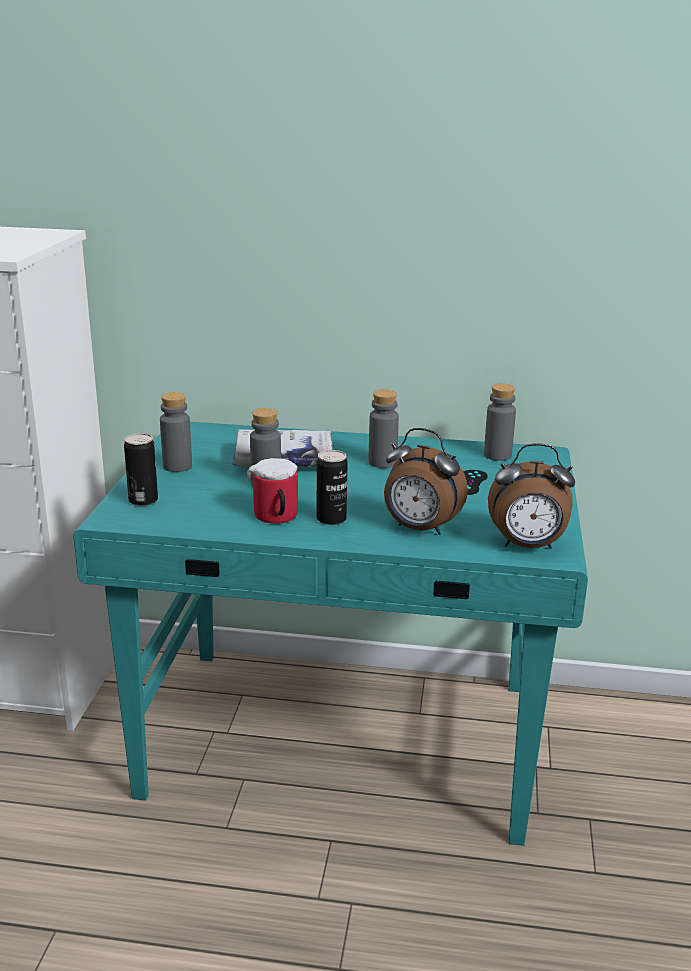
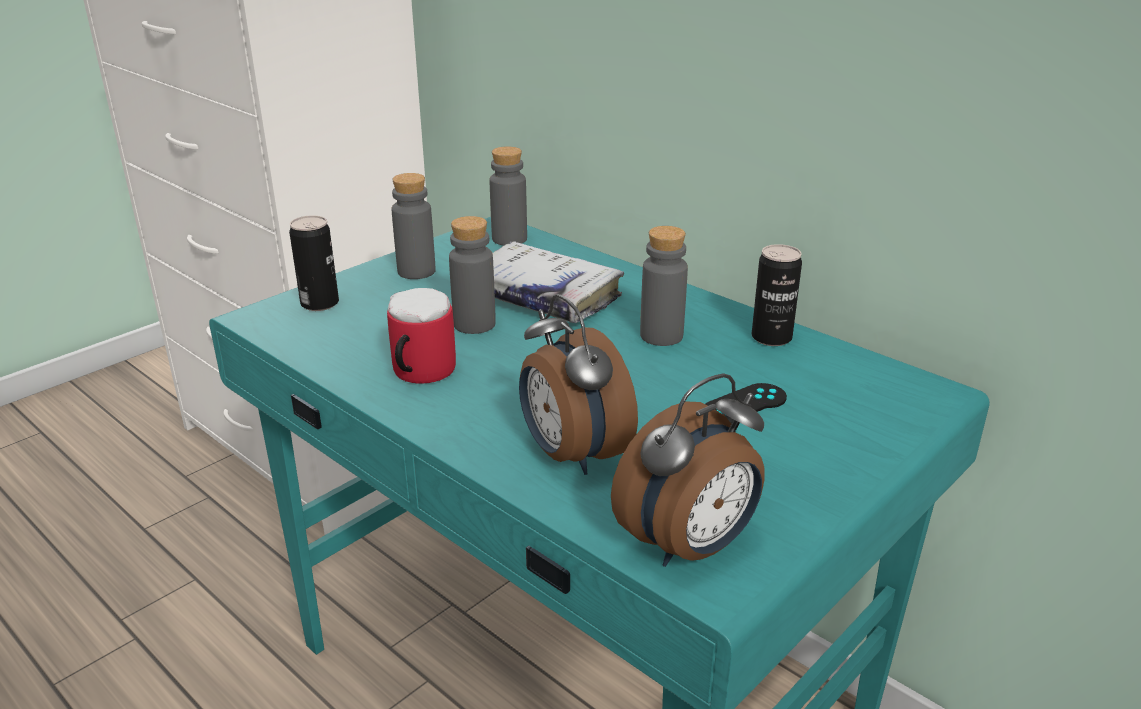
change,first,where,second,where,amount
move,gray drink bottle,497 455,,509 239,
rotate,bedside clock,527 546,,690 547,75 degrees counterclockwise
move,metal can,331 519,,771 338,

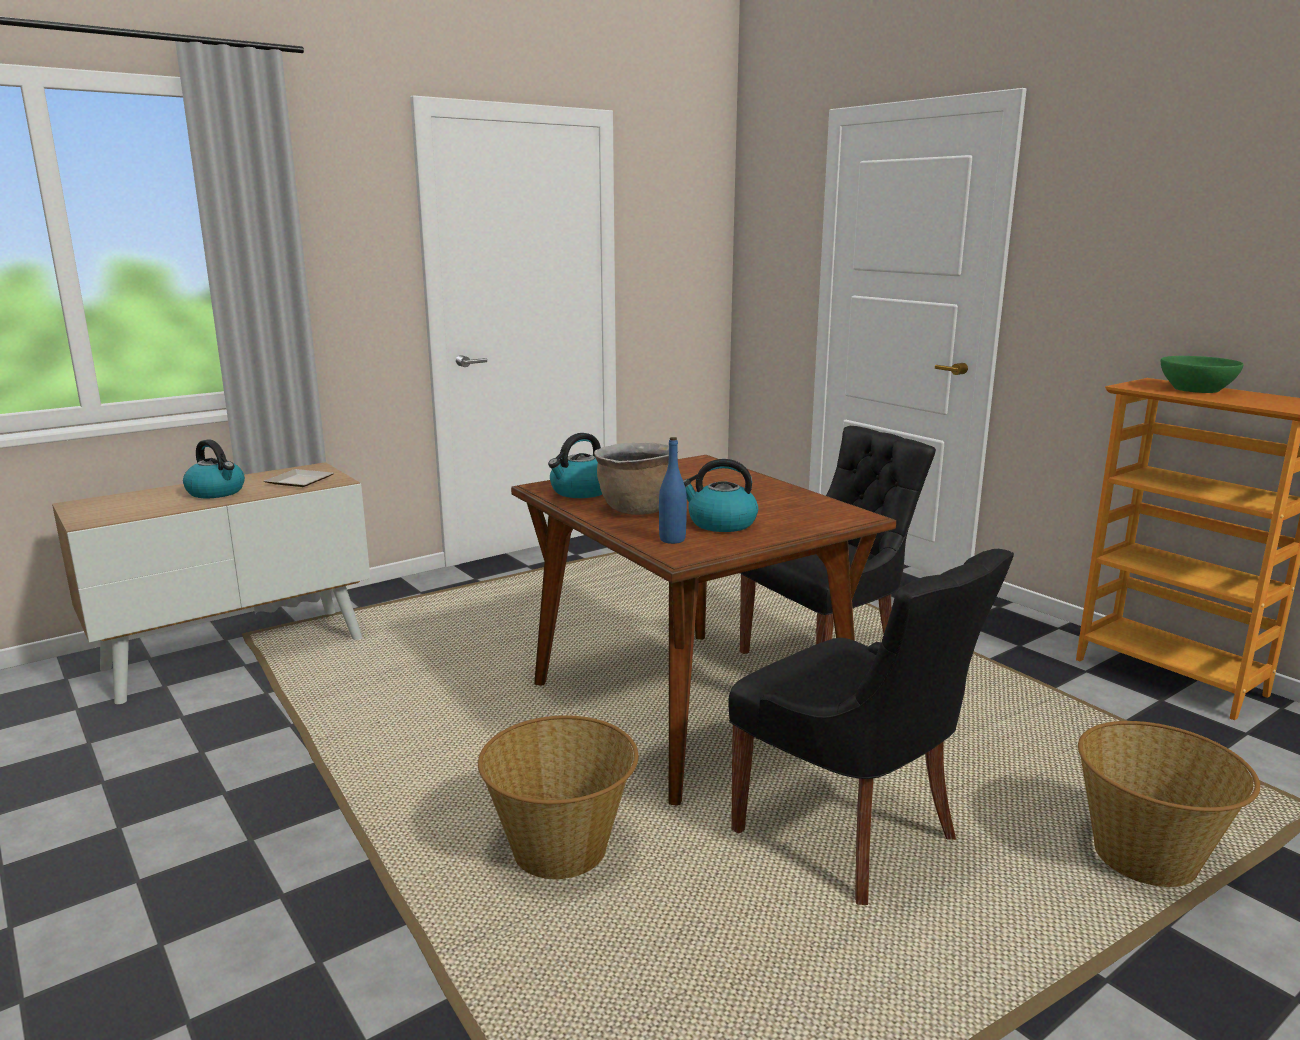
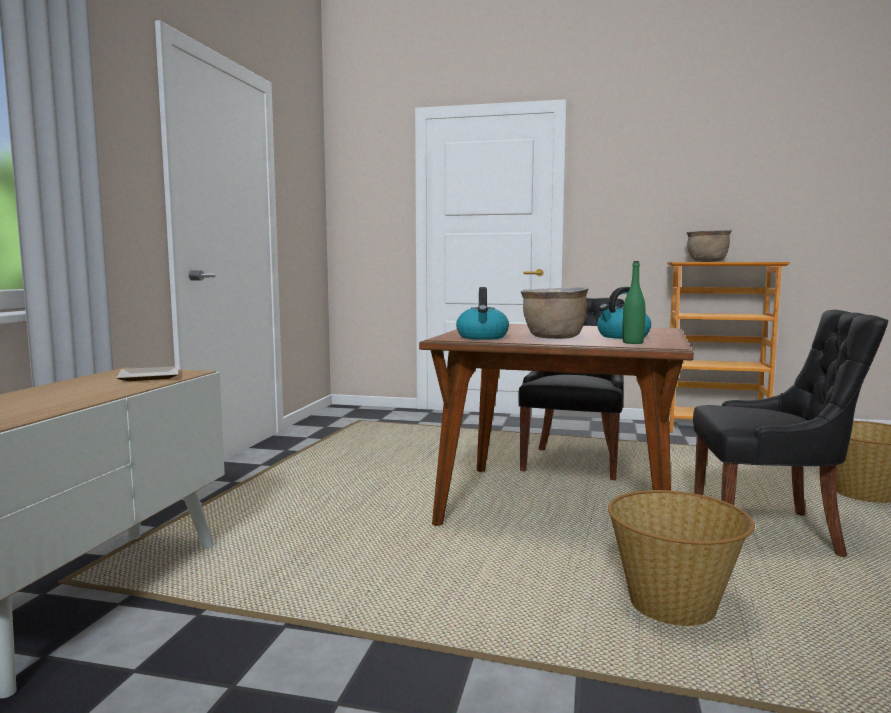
change,first,where,second,where,amount
recolor,blue-coloured drink bottle,672 540,greenish drink bottle,633 343,
replace,greenish deep dish,1196 389,brown cooking pot,707 261,
delete,water kettle,217 492,,,

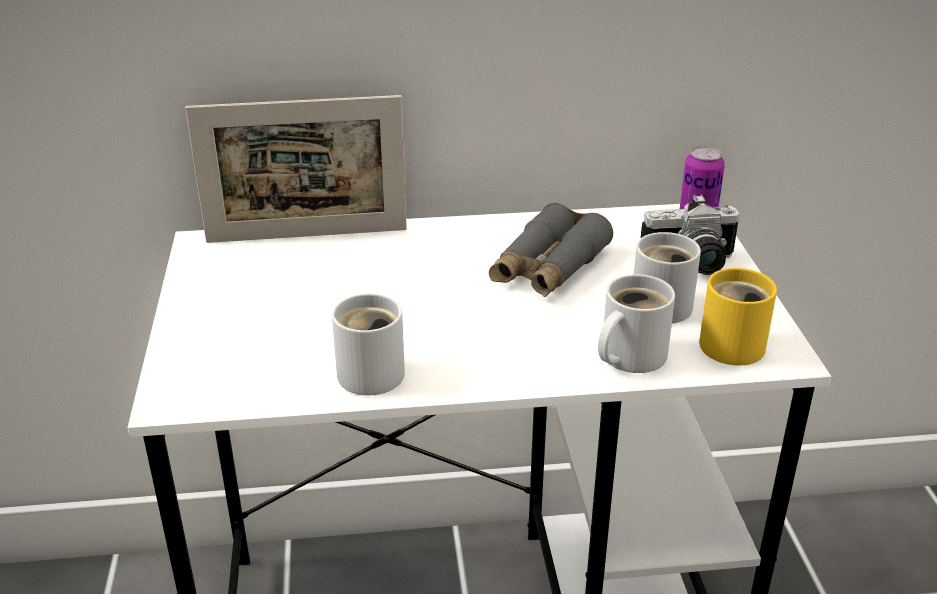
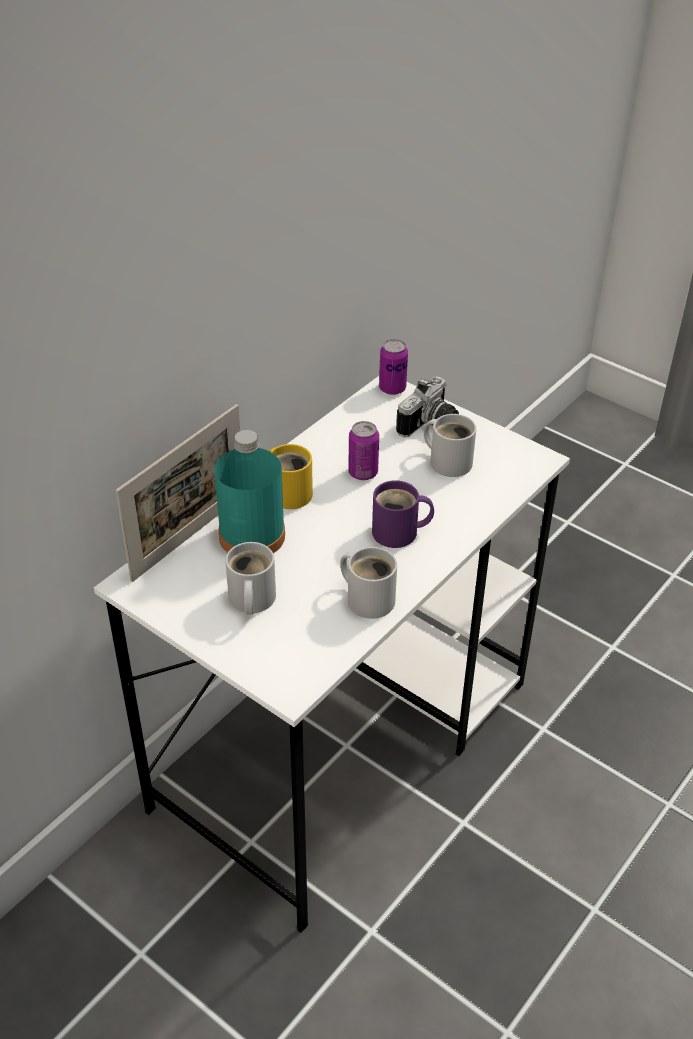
change,first,where,second,where,amount
insert,,,turquoise drink bottle,252 536,
move,whitish tea mug,627 356,,250 600,
move,yellowish tea mug,733 342,,289 492,
replace,gray binoculars,548 268,metal can,363 473,
insert,,,purple tea mug,399 533,

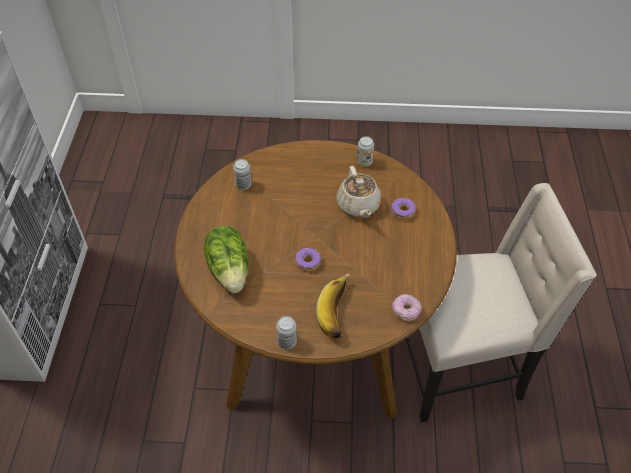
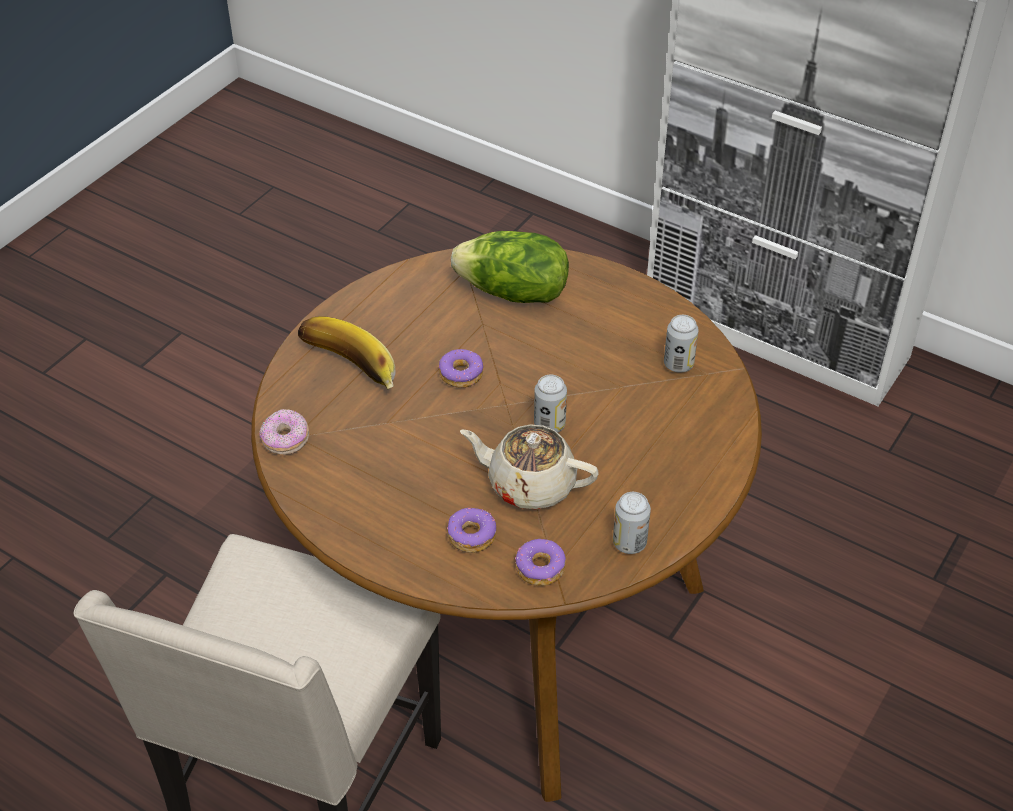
change,first,where,second,where,amount
insert,,,donut,540 568,
move,metal can,287 342,,549 425,

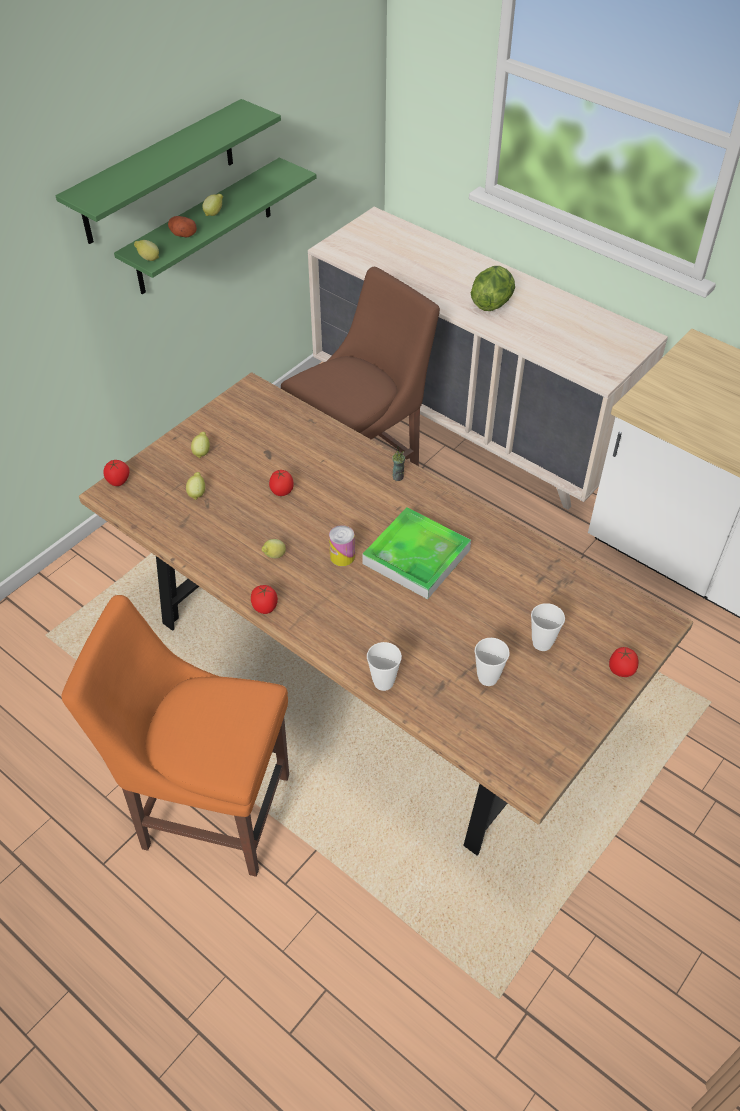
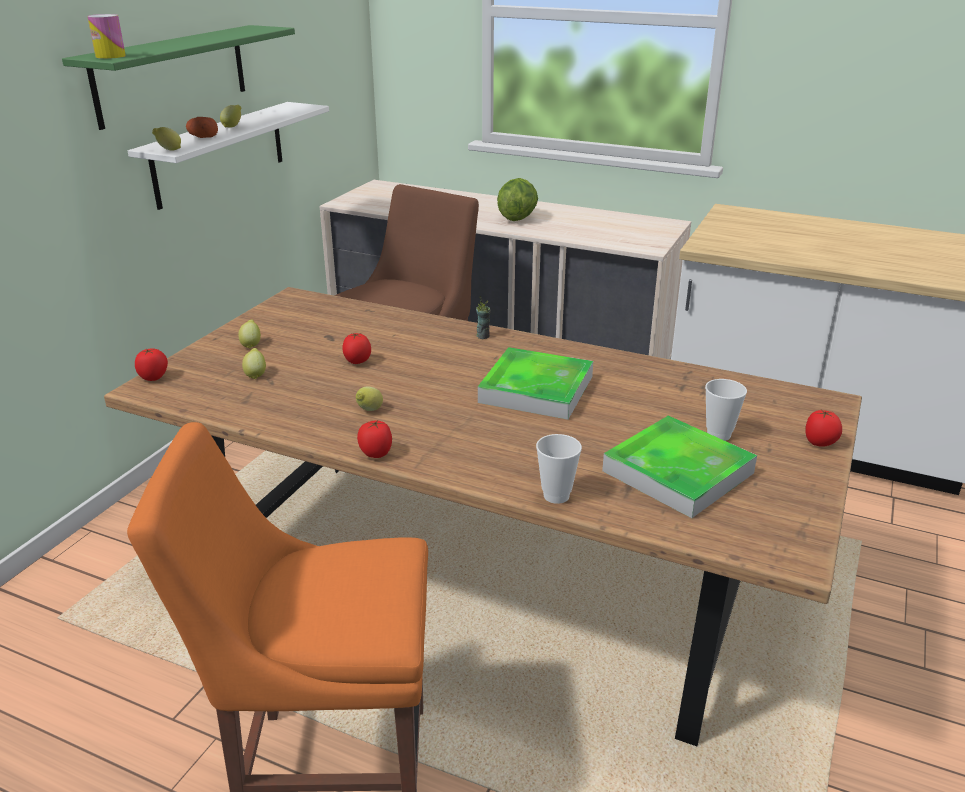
change,first,where,second,where,amount
move,metal can,342 556,,110 56,
recolor,greenish shelf,204 227,whitish shelf,220 153,
replace,drinking cup,488 677,serving tray,678 472,

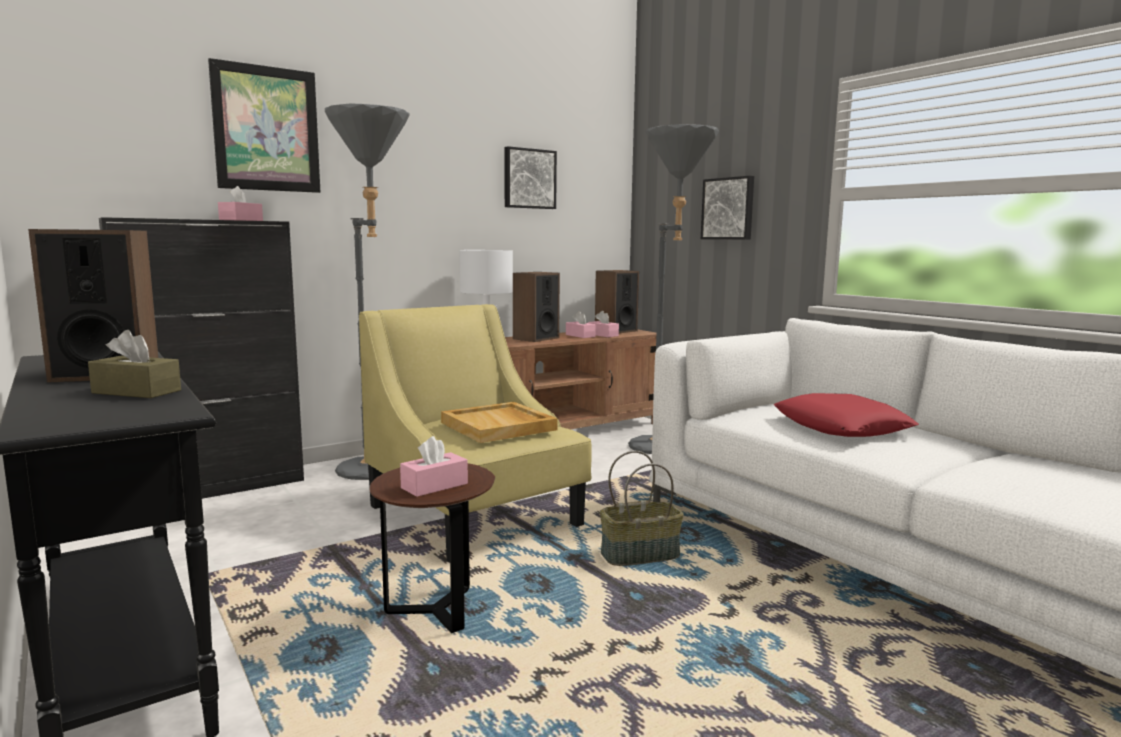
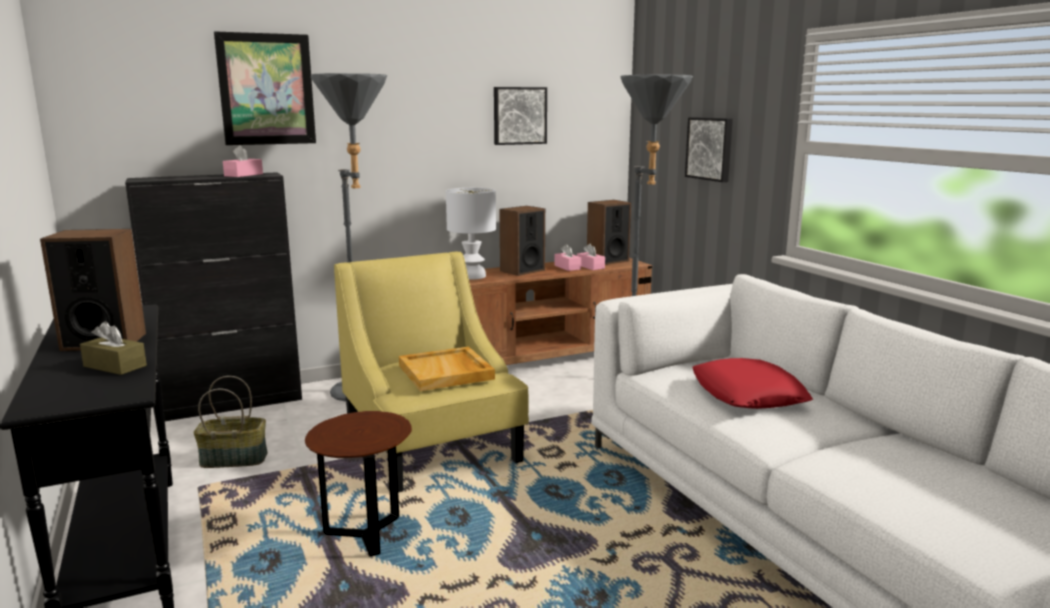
change,first,where,second,where,amount
move,storage basket,640 554,,234 459,
delete,pinkish tissue holder,434 486,,,

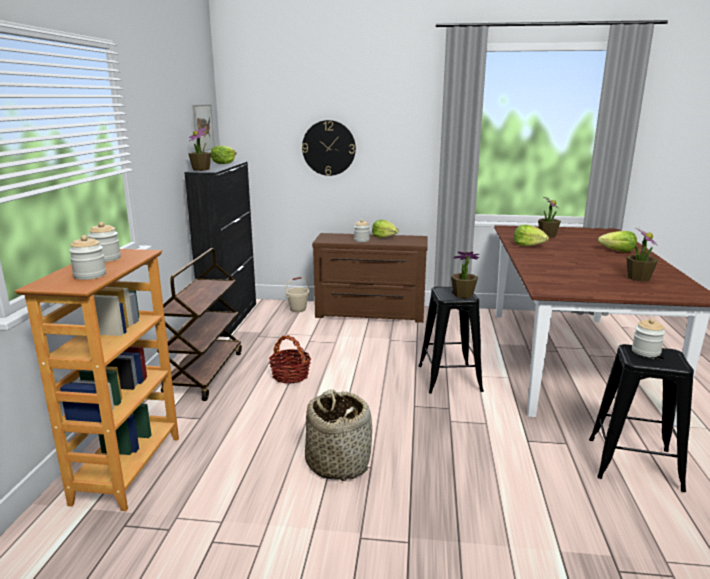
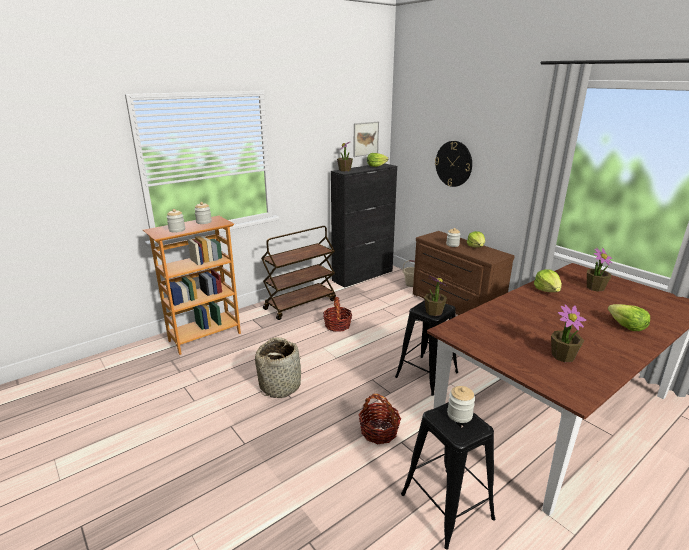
change,first,where,second,where,amount
insert,,,storage basket,379 431,

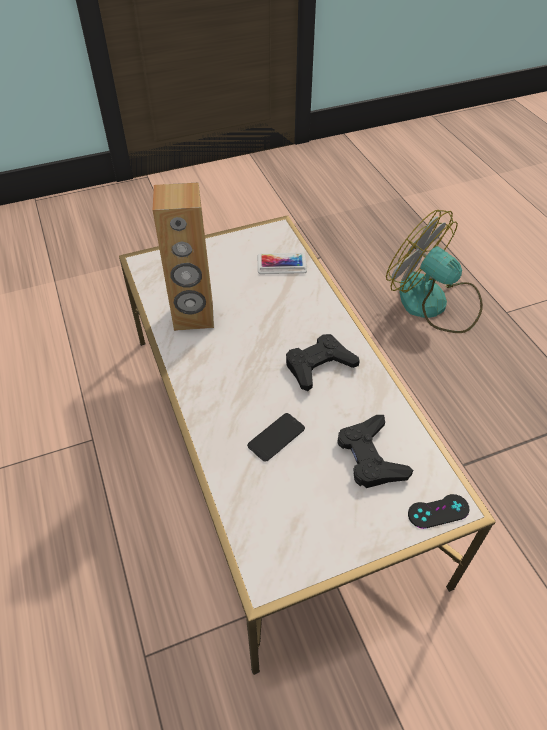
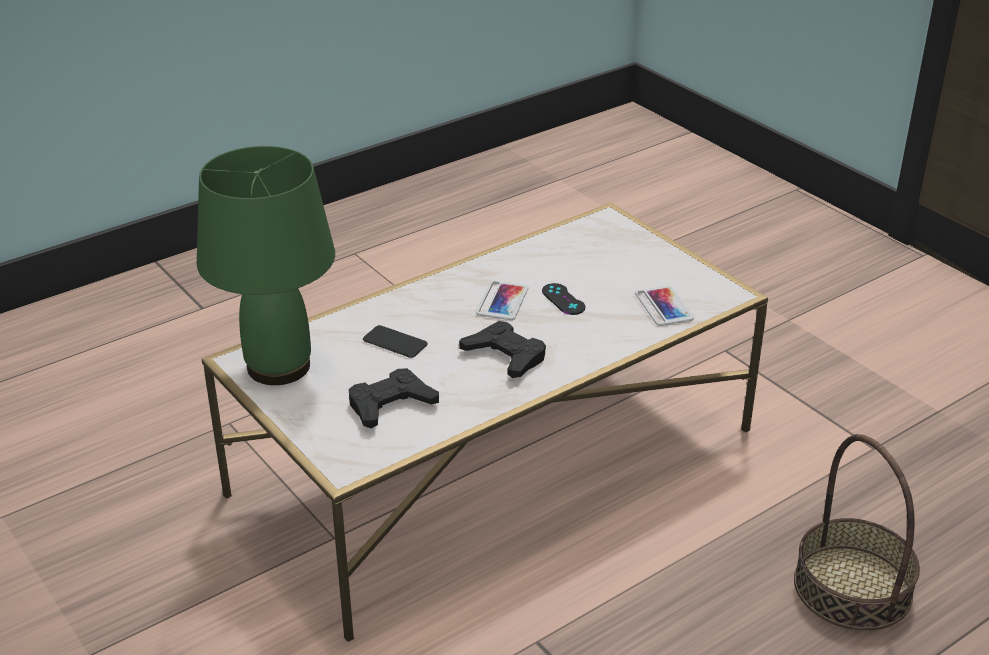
change,first,where,second,where,amount
insert,,,greenish tabletop lamp,279 366,
insert,,,handset,502 301,
move,black-coloured joypad,438 511,,563 299,
replace,fan,433 304,storage basket,852 587,
delete,brown speaker,193 317,,,

